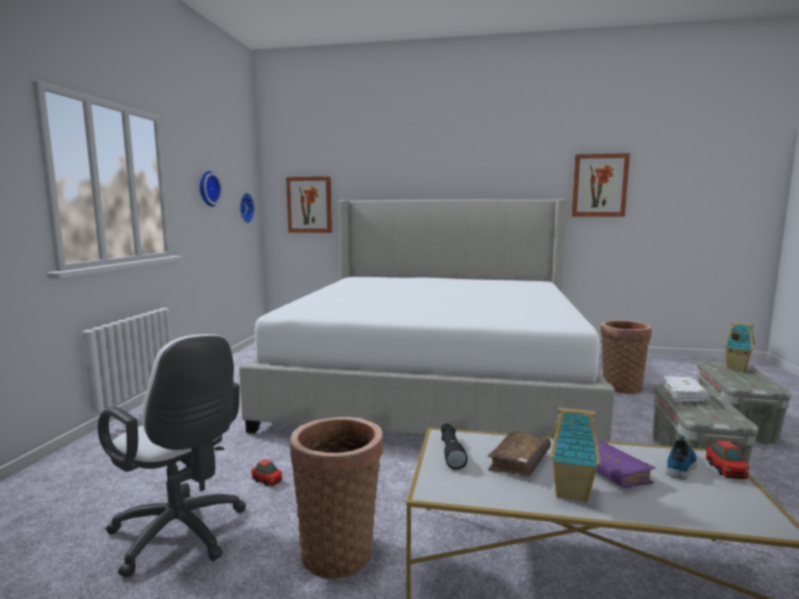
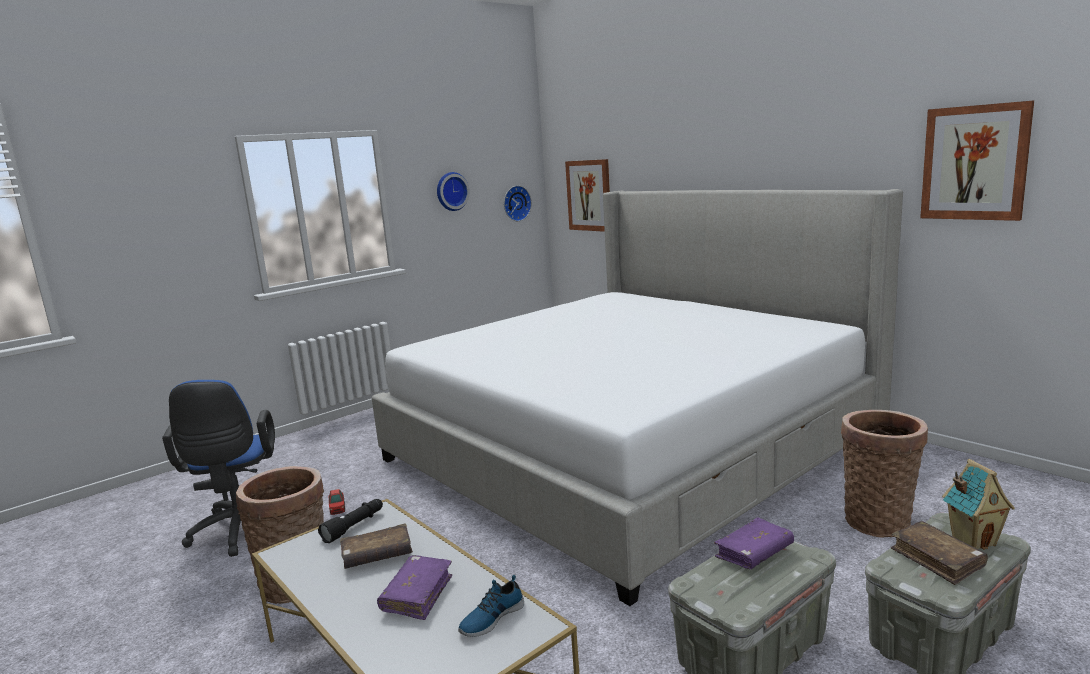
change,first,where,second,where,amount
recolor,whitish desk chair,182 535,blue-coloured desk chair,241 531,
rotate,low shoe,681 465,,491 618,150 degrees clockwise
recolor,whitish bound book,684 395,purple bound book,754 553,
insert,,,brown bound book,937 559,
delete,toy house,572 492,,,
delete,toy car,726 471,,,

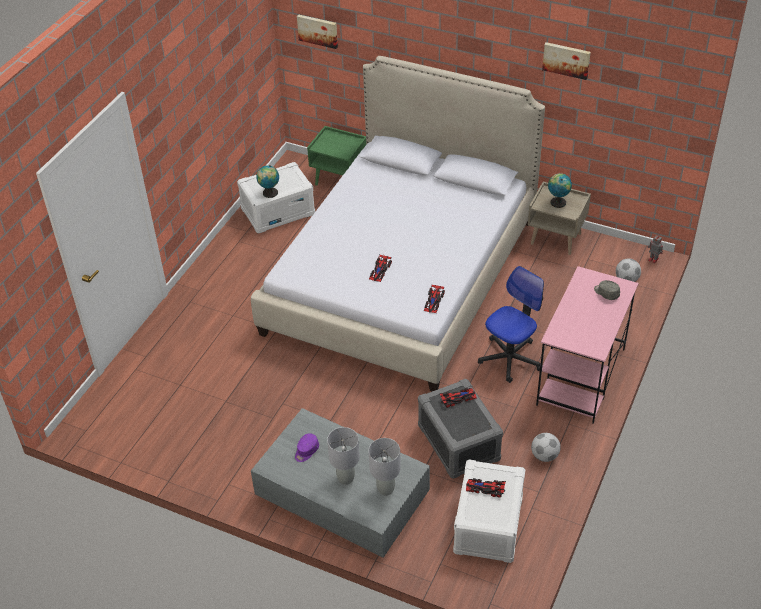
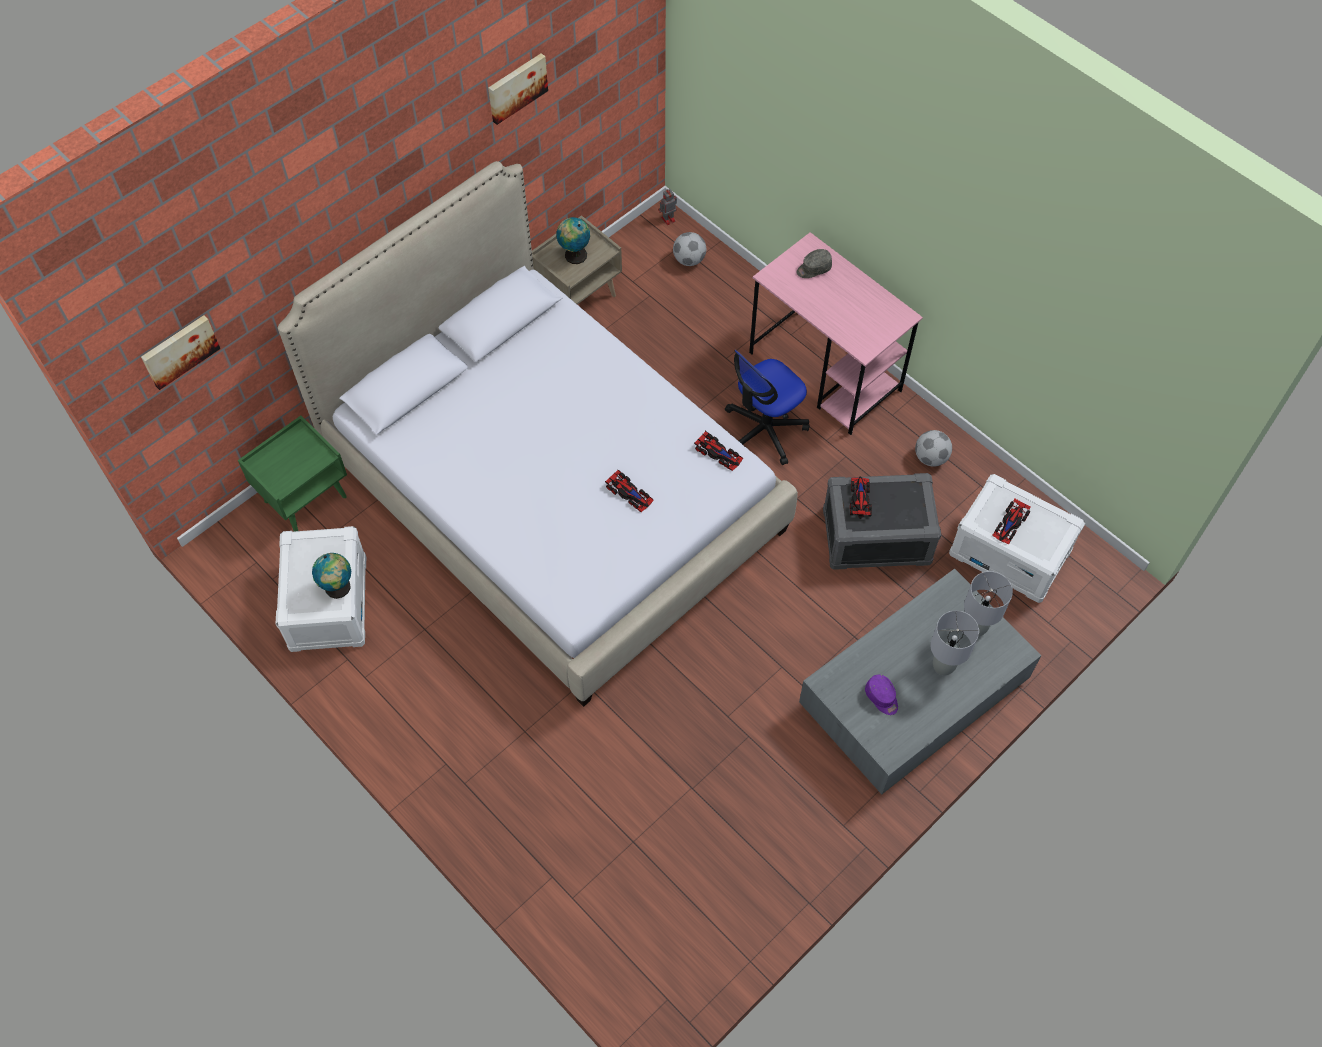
change,first,where,second,where,amount
rotate,desk chair,510 358,,764 430,105 degrees counterclockwise

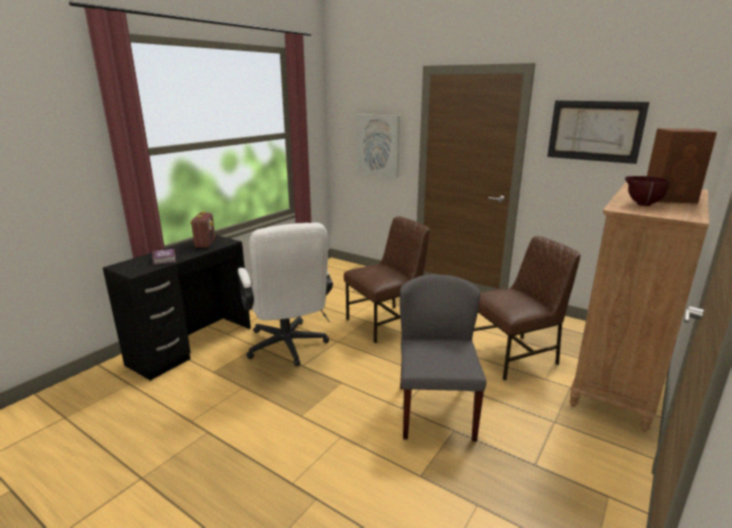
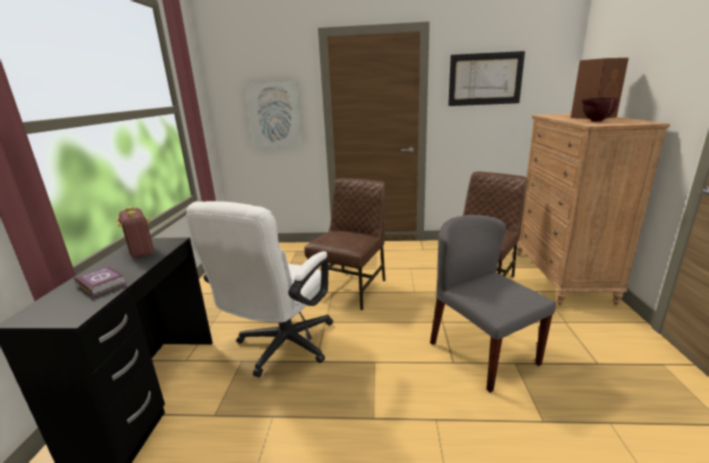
change,first,where,second,where,amount
rotate,whitish desk chair,288 348,,280 348,75 degrees clockwise

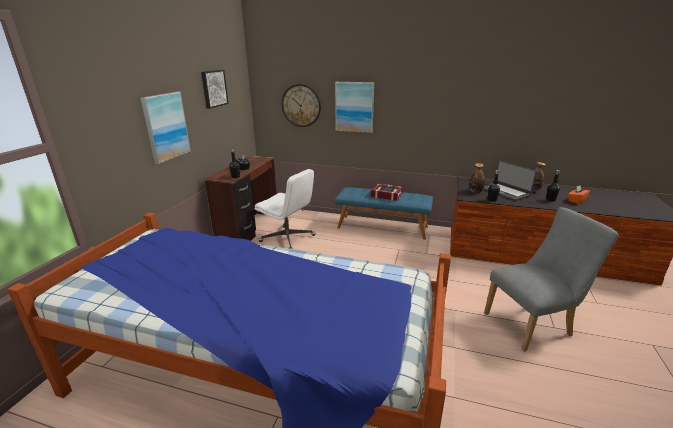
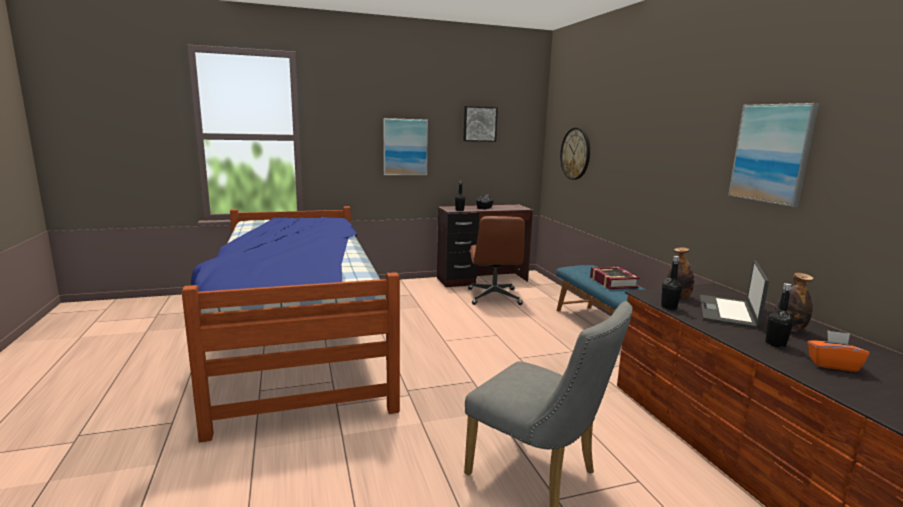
change,first,where,second,where,amount
recolor,whitish desk chair,288 239,brown desk chair,494 297,
move,wall picture,354 107,,772 153,

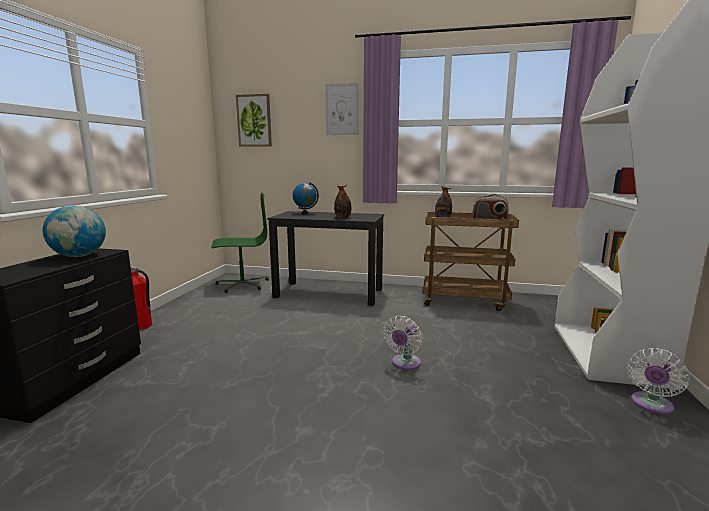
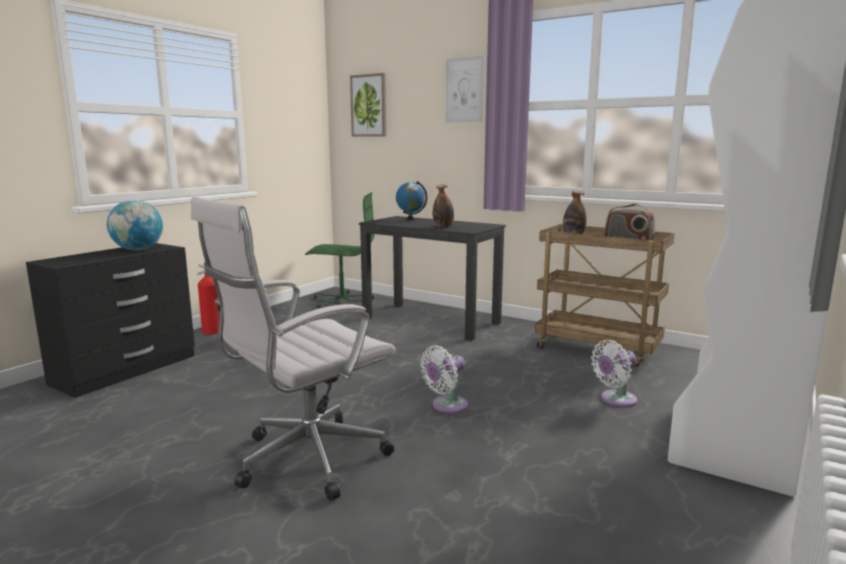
change,first,where,second,where,amount
insert,,,whitish desk chair,305 461,
move,whitish fan,651 405,,615 400,

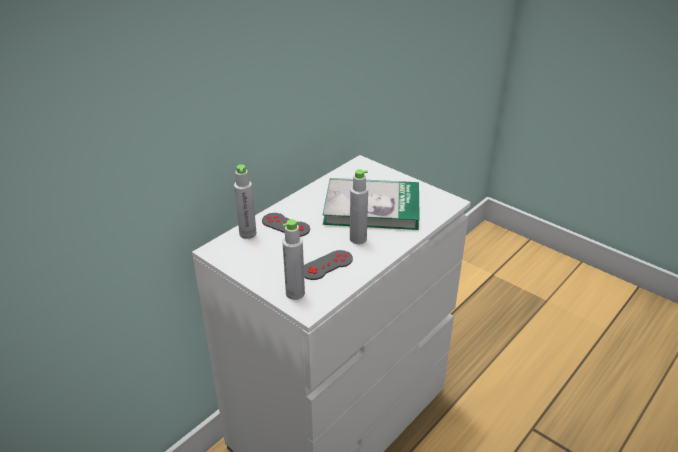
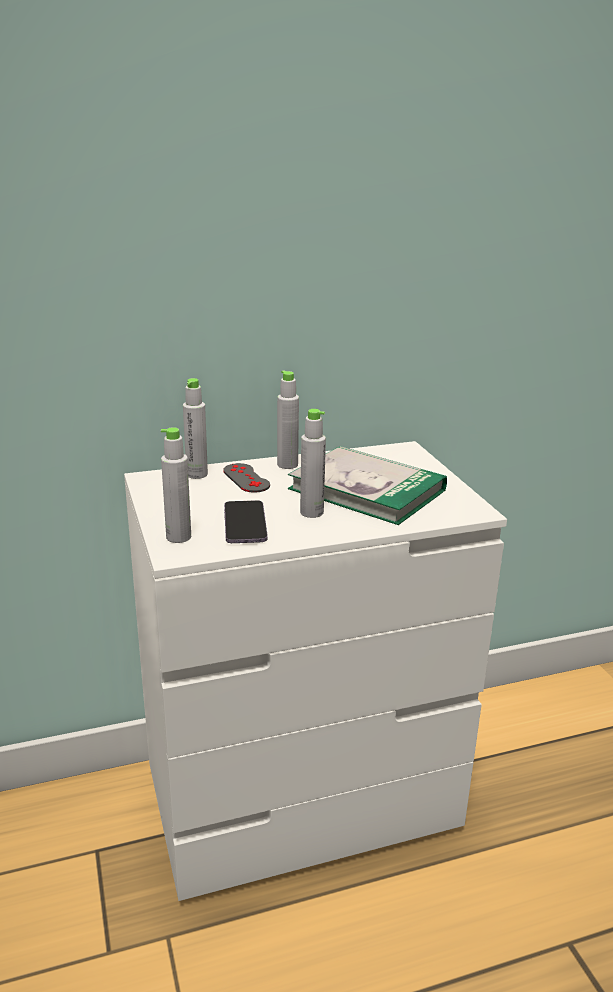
change,first,where,second,where,amount
replace,gray joypad,327 265,handset,245 524,
insert,,,gray drink bottle,287 465,

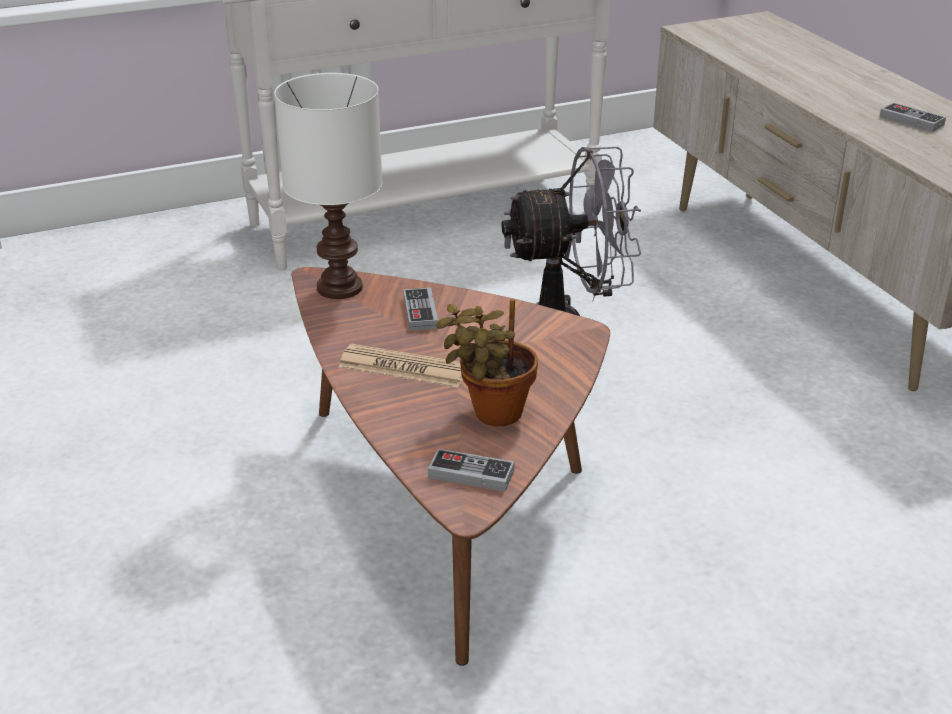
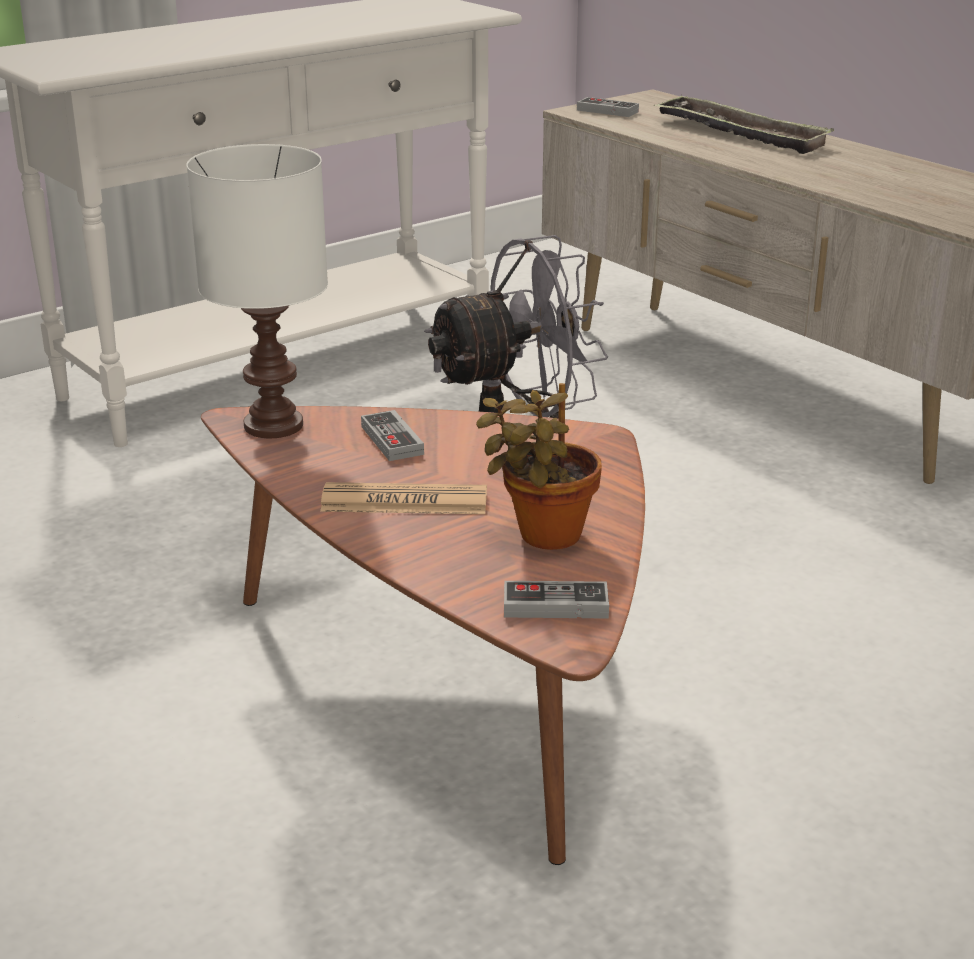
change,first,where,second,where,amount
move,joypad,911 121,,607 111,
insert,,,serving tray,740 133,

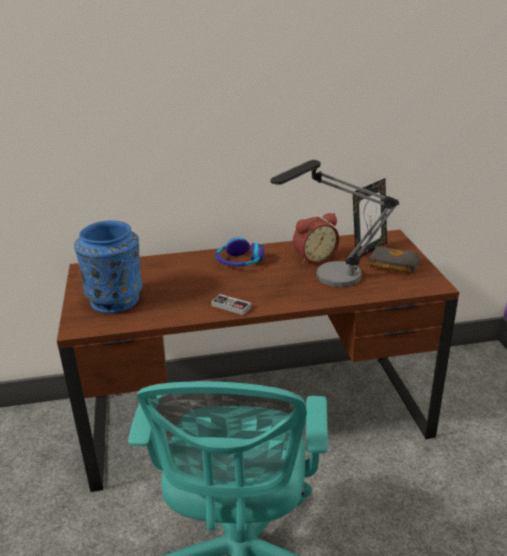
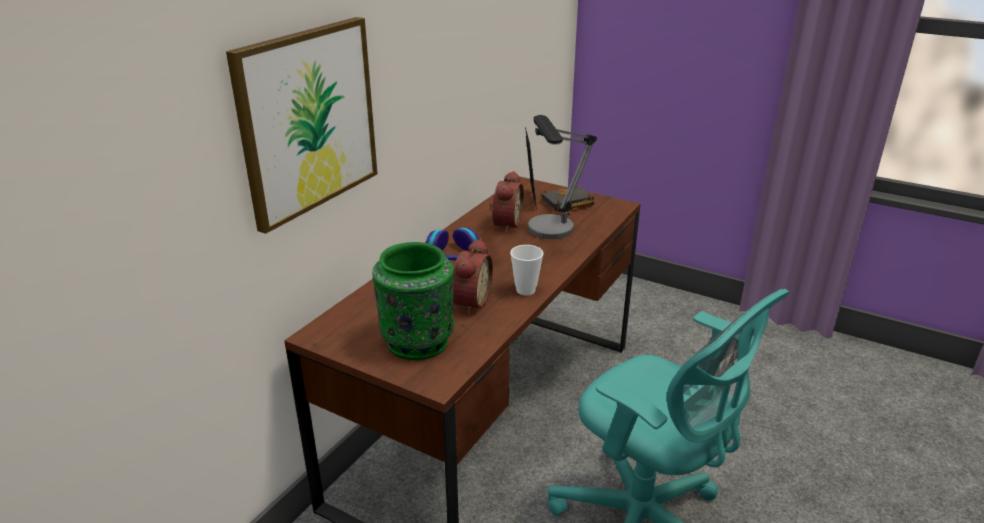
change,first,where,second,where,amount
insert,,,wall picture,308 120,
recolor,blue-coloured vase,115 300,greenish vase,417 341,
insert,,,bedside clock,469 302,
replace,joypad,231 306,drinking cup,525 290,

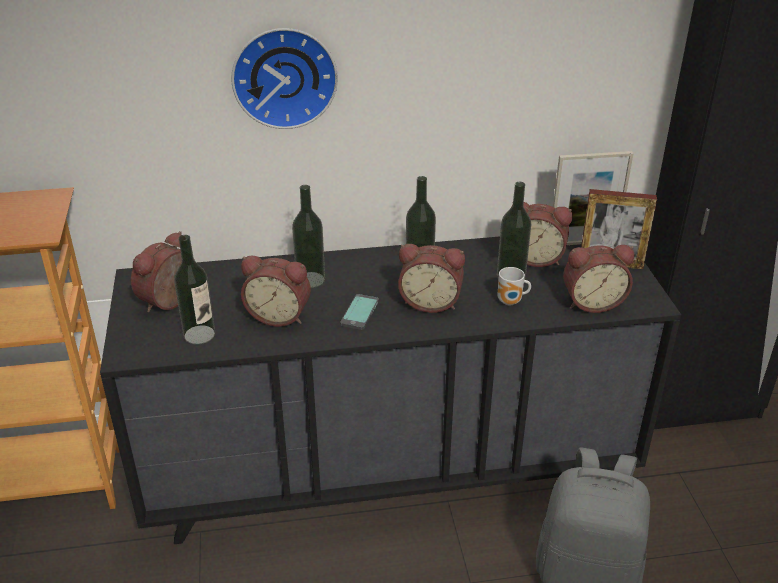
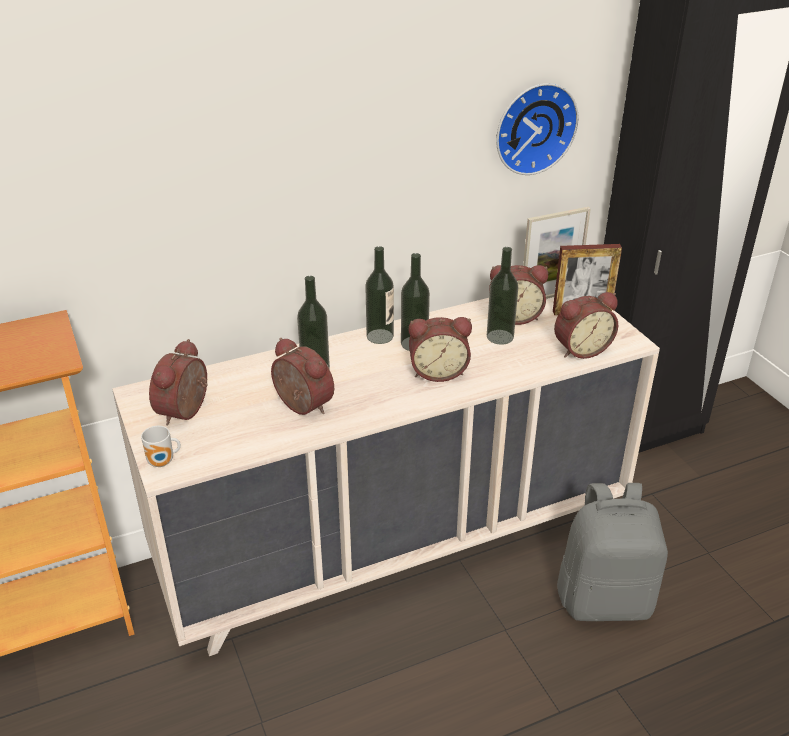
change,first,where,second,where,amount
recolor,black-coloured chest of drawers,390 470,sand-coloured chest of drawers,395 542,
move,tea mug,511 302,,163 463,
rotate,bedside clock,279 315,,301 407,135 degrees counterclockwise
move,drink bottle,199 334,,380 336,
move,clock on the wall,284 76,,533 127,
delete,handset,360 313,,,

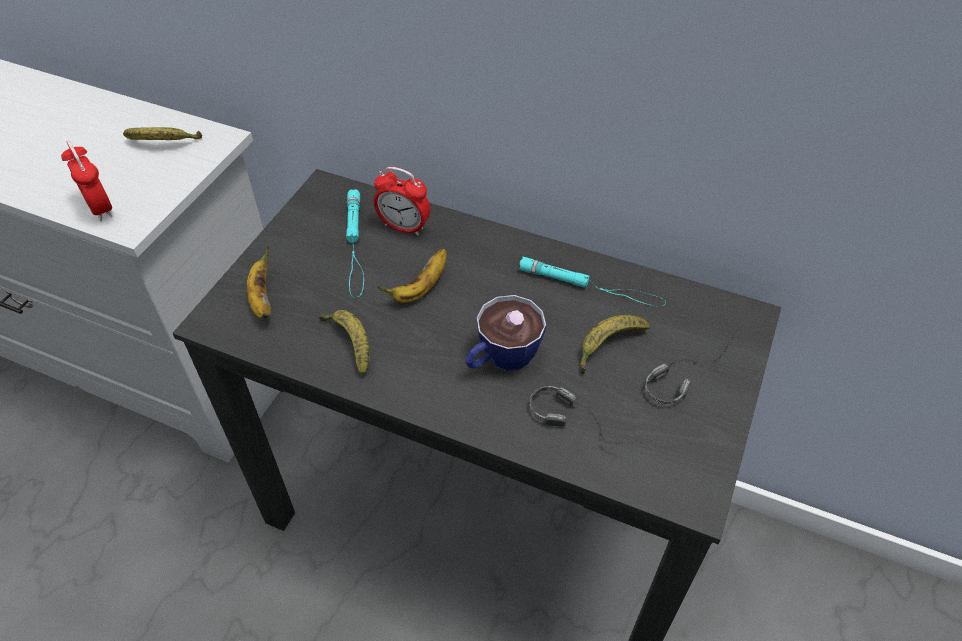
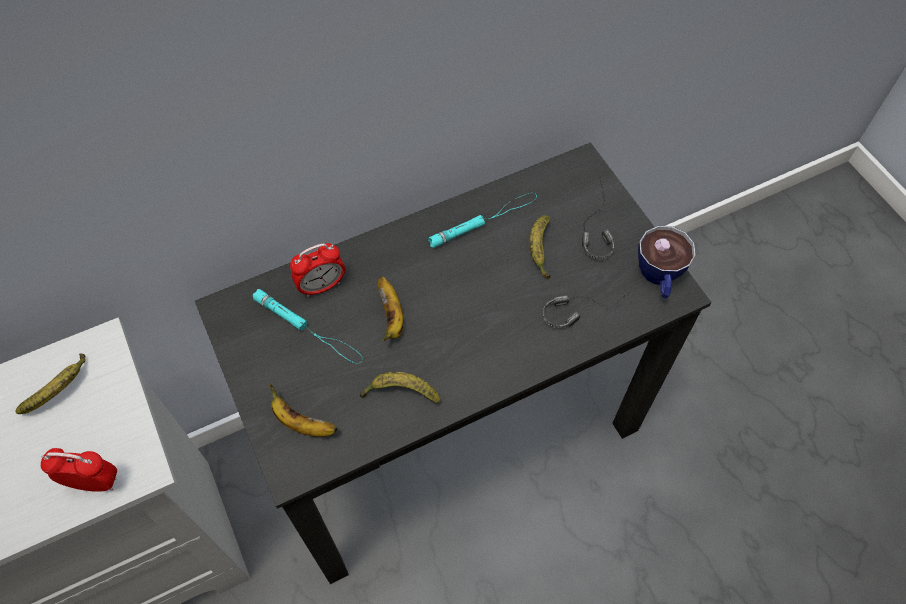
change,first,where,second,where,amount
move,drinking cup,501 359,,658 278,

